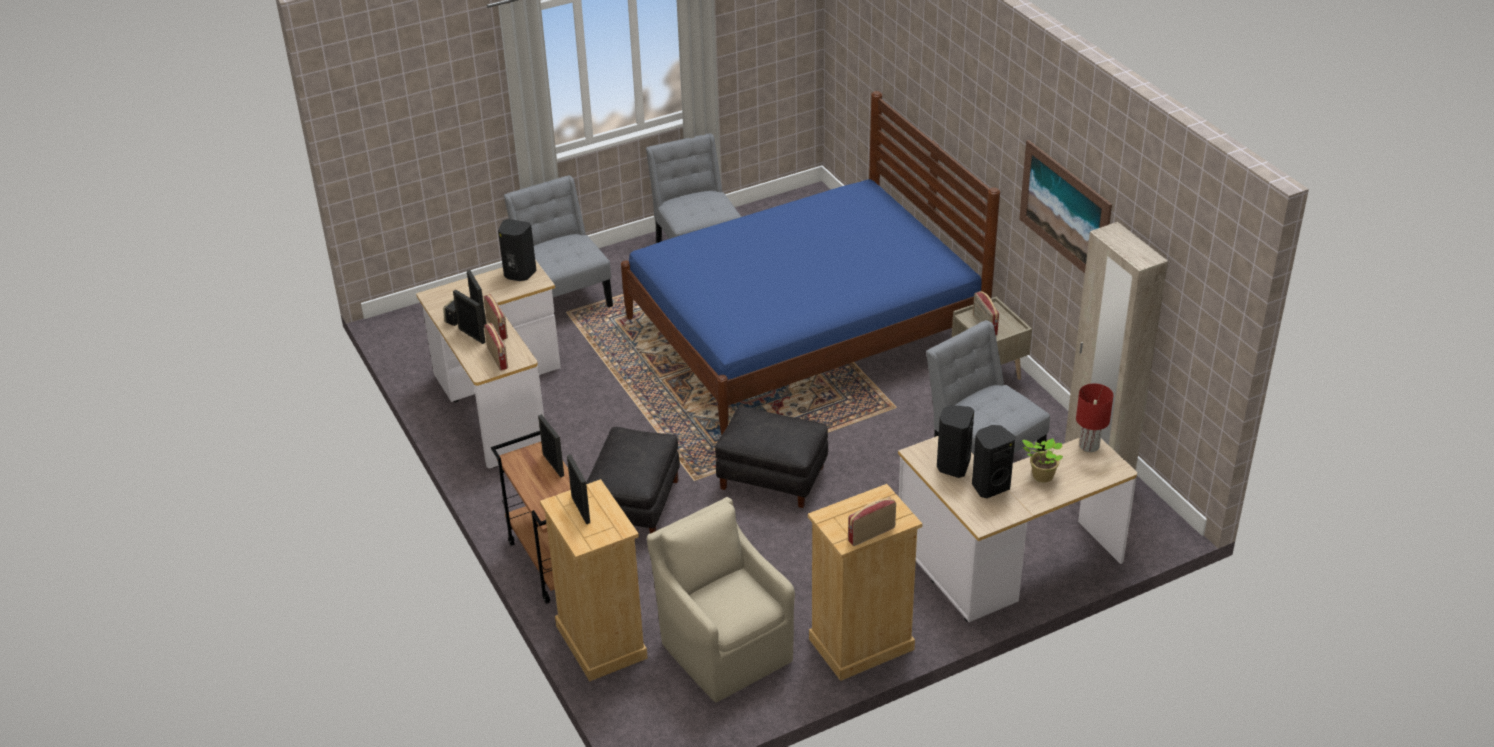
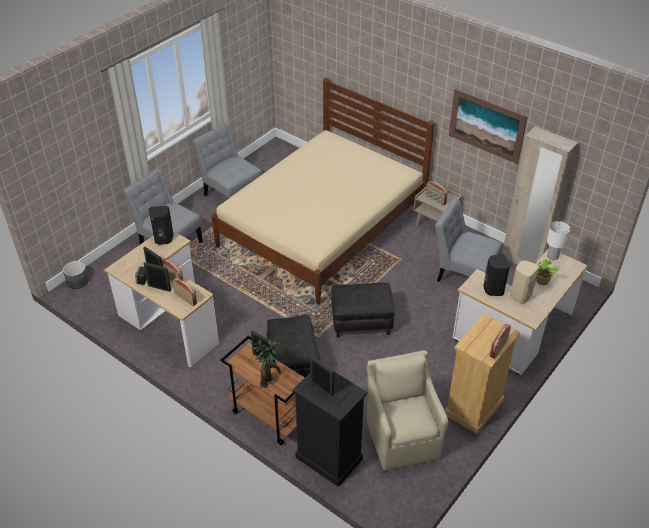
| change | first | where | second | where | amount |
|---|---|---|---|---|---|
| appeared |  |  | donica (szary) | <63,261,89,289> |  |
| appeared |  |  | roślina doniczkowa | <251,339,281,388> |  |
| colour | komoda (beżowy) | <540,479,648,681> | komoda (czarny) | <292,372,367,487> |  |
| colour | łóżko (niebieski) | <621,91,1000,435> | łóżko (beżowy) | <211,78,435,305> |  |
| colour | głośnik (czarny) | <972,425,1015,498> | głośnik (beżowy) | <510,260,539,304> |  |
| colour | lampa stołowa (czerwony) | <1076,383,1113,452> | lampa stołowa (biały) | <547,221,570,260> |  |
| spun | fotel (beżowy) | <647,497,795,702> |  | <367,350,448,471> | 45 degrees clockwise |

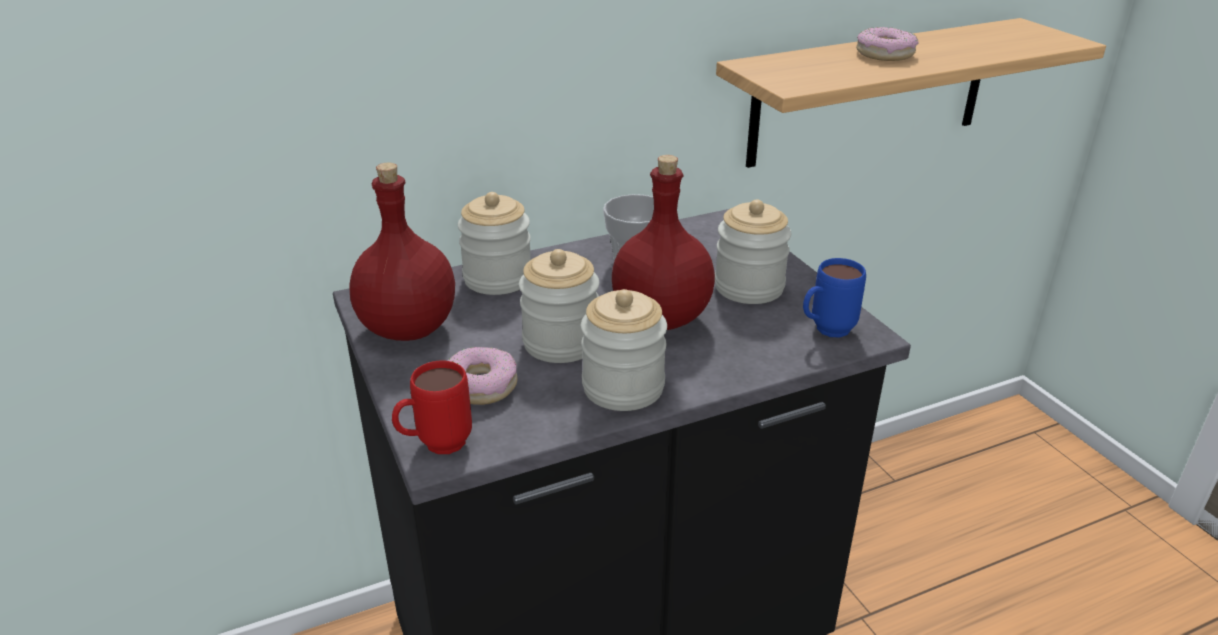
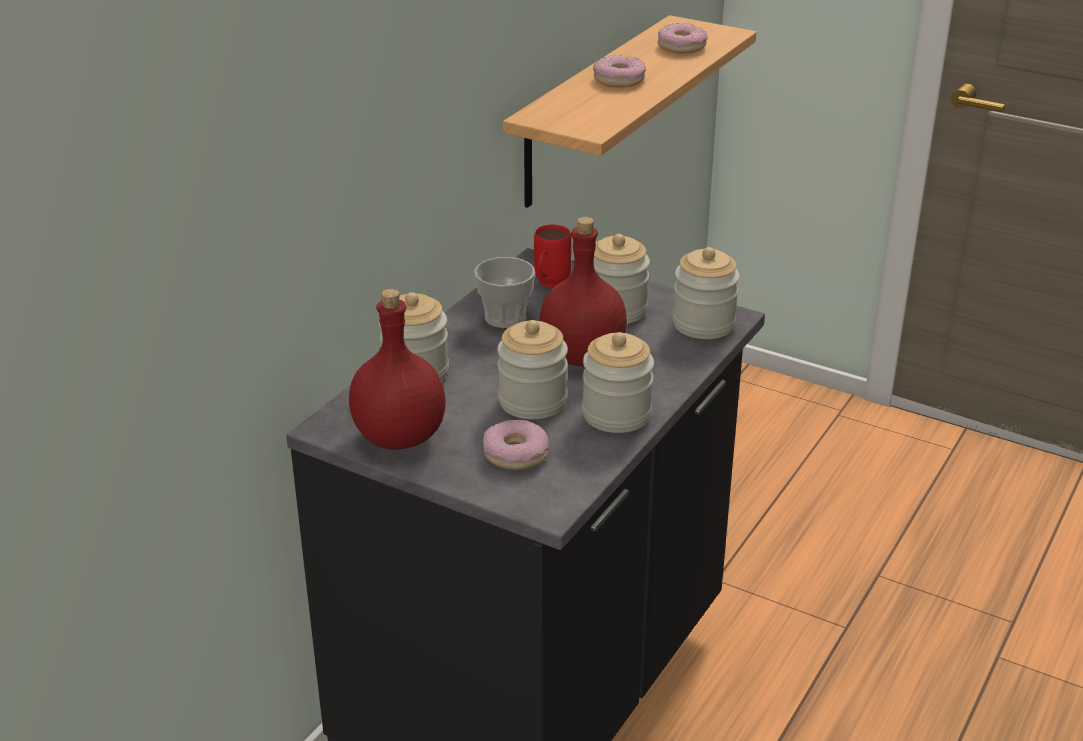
| change | first | where | second | where | amount |
|---|---|---|---|---|---|
| appeared |  |  | donut | <658,23,708,54> |  |
| relocated | kubek (czerwony) | <392,361,472,454> |  | <534,225,571,288> |  |
| exchanged | kubek (niebieski) | <803,258,866,338> | słoik | <673,247,740,339> |  |

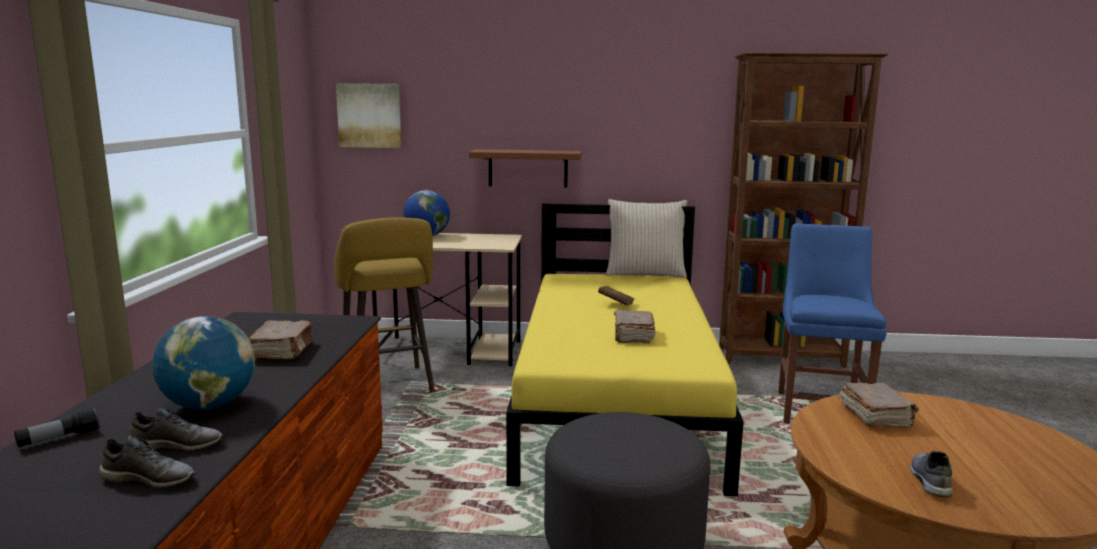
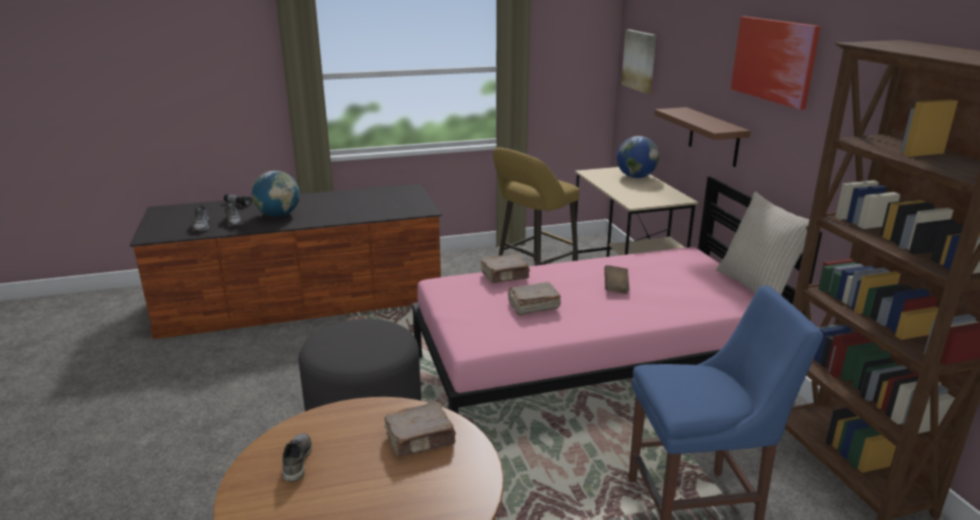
| change | first | where | second | where | amount |
|---|---|---|---|---|---|
| appeared |  |  | obraz | <731,16,821,110> |  |
| relocated | książka (brązowy) | <249,320,313,360> |  | <481,253,530,283> |  |
| colour | łóżko (żółty) | <506,203,744,496> | łóżko (różowy) | <412,176,822,414> |  |
| spun | but (szary) | <910,451,953,497> |  | <282,433,312,482> | 90 degrees counterclockwise |

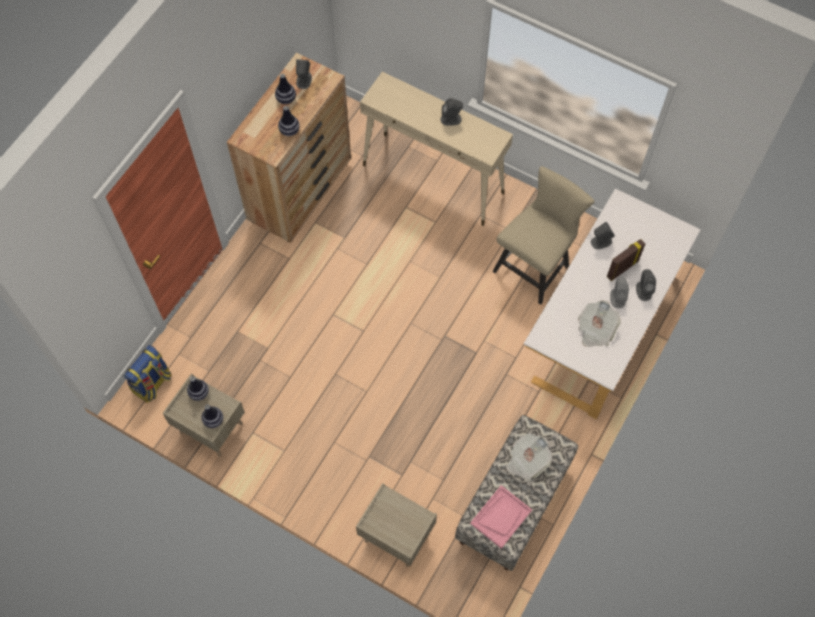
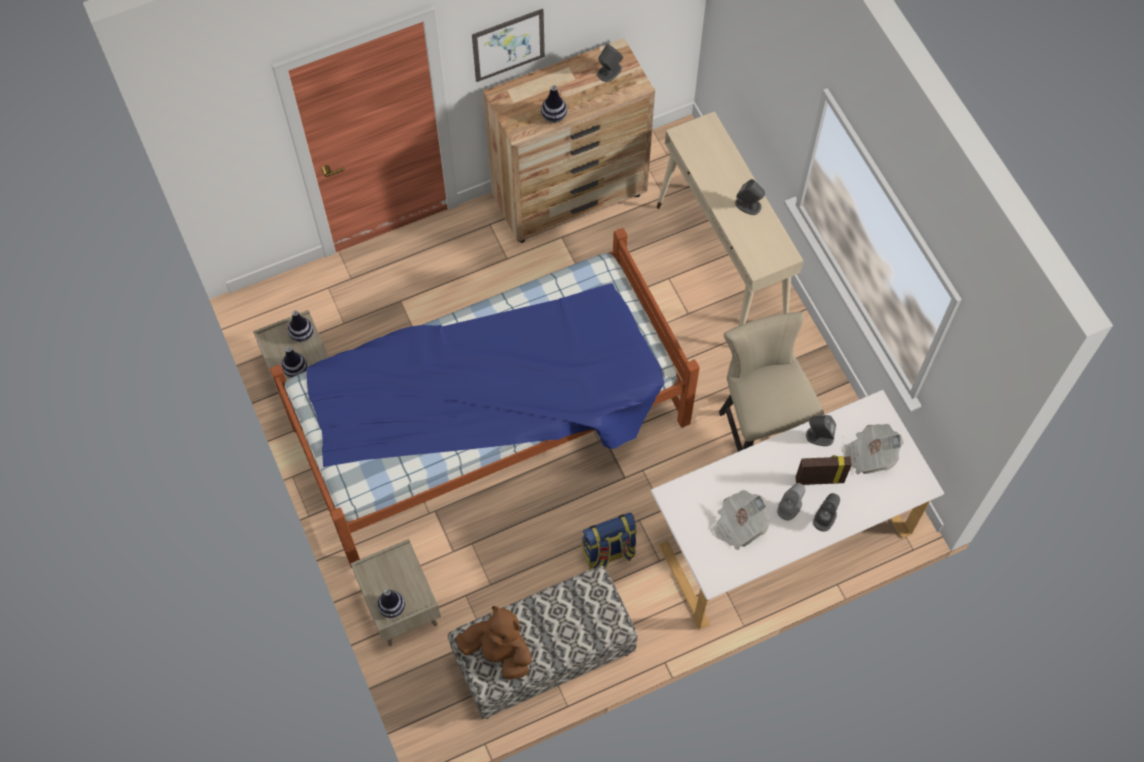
| change | first | where | second | where | amount |
|---|---|---|---|---|---|
| appeared |  |  | łóżko | <270,228,700,568> |  |
| appeared |  |  | obraz | <472,9,545,82> |  |
| relocated | plecak | <124,345,171,403> |  | <581,513,637,569> |  |
| relocated | wazon | <275,74,296,104> |  | <377,589,405,618> |  |
| relocated | gazeta | <506,433,552,481> |  | <842,424,904,474> |  |
| exchanged | taca (różowy) | <470,485,532,549> | pluszak (brązowy) | <456,606,532,680> |  |
| spun | krzesło (beżowy) | <492,166,595,305> |  | <719,312,824,452> | 90 degrees counterclockwise |

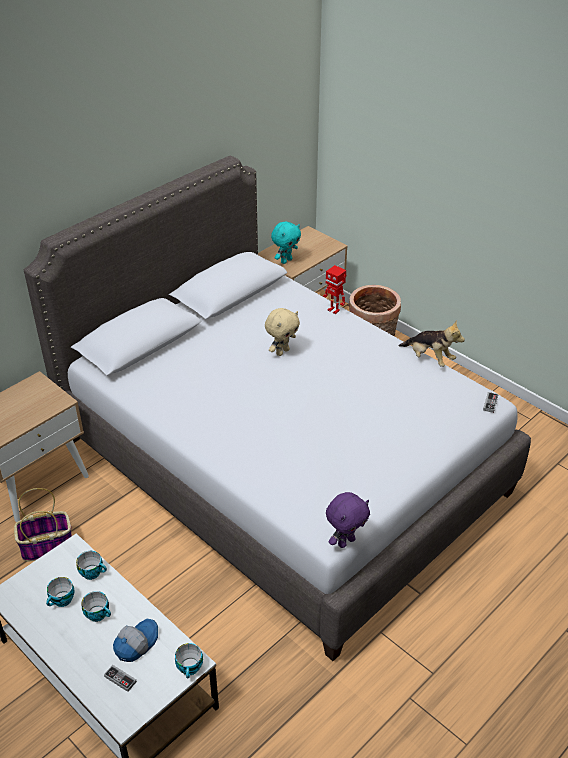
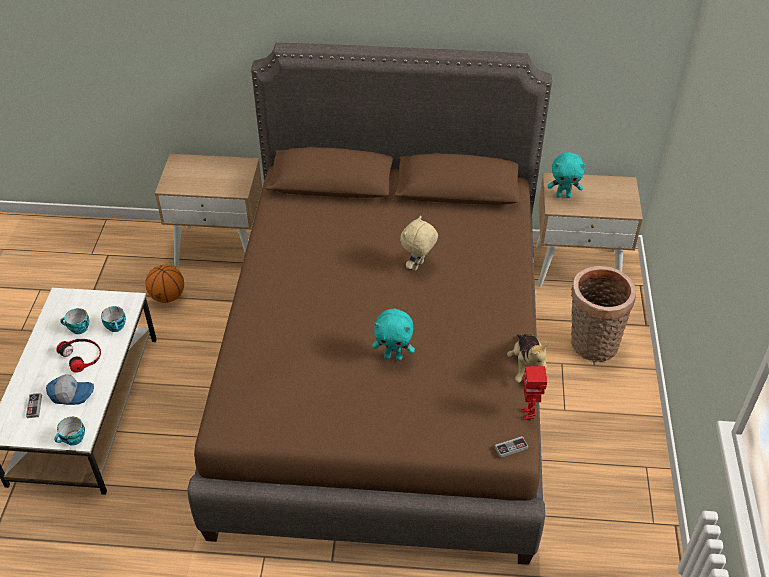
| change | first | where | second | where | amount |
|---|---|---|---|---|---|
| missing | pluszak (fioletowy) | <326,492,370,548> |  |  |  |
| appeared |  |  | pluszak (turkusowy) | <372,309,415,360> |  |
| relocated | robot zabawkowy | <323,265,346,315> |  | <522,366,547,420> |  |
| exchanged | koszyk | <14,488,72,561> | piłka do koszykówki | <145,265,184,303> |  |
| exchanged | filiżanka | <81,591,111,622> | słuchawki | <56,339,101,373> |  |
| colour | łóżko (szary) | <24,155,531,661> | łóżko (brązowy) | <187,43,552,565> |  |
| spun | pluszak (beżowy) | <265,308,300,356> |  | <400,216,438,271> | 120 degrees clockwise |

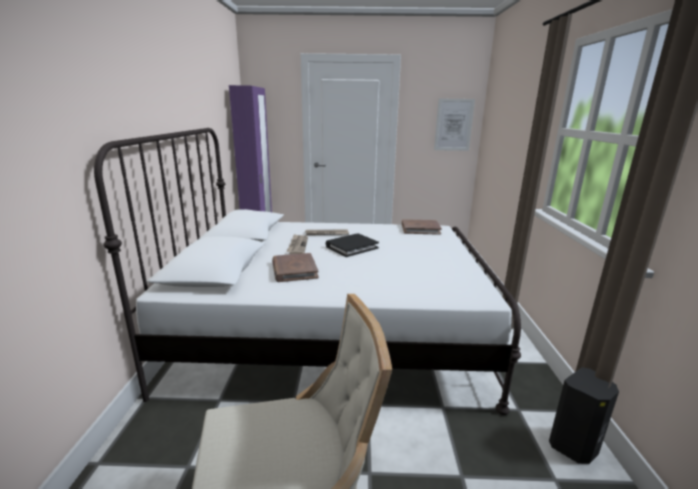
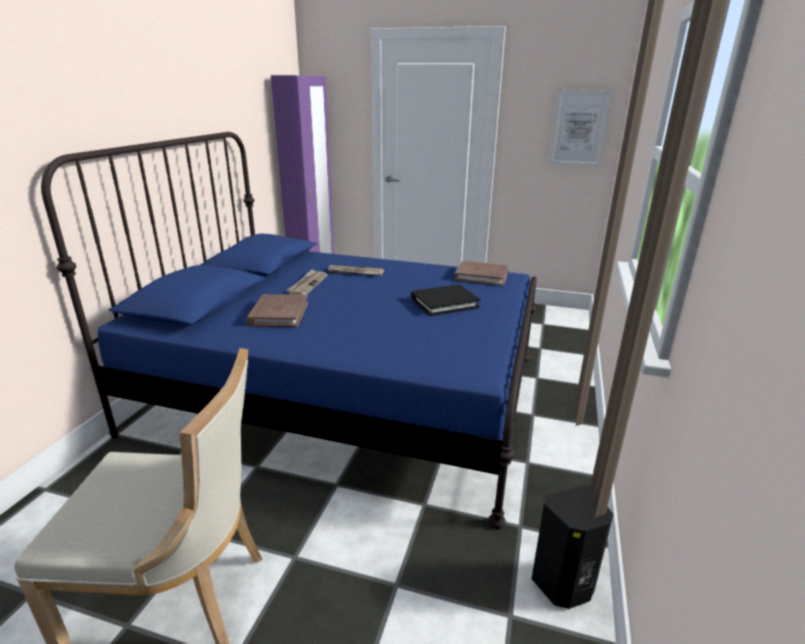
| change | first | where | second | where | amount |
|---|---|---|---|---|---|
| relocated | książka (czarny) | <326,234,379,257> |  | <411,284,480,316> |  |
| colour | łóżko (biały) | <94,128,521,415> | łóżko (niebieski) | <41,132,537,529> |  |

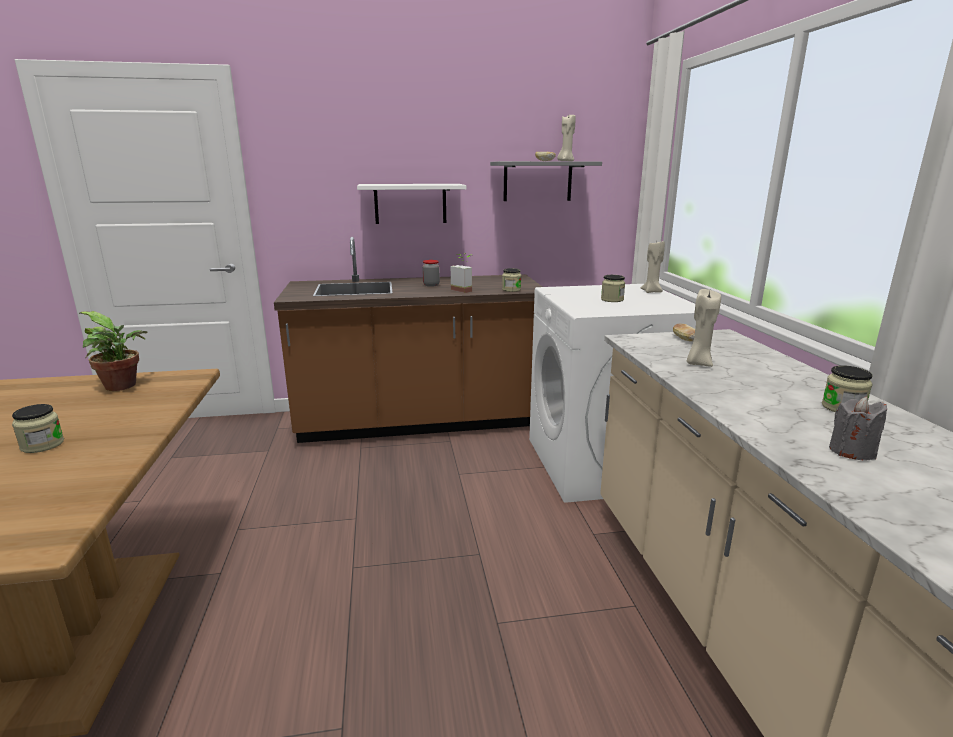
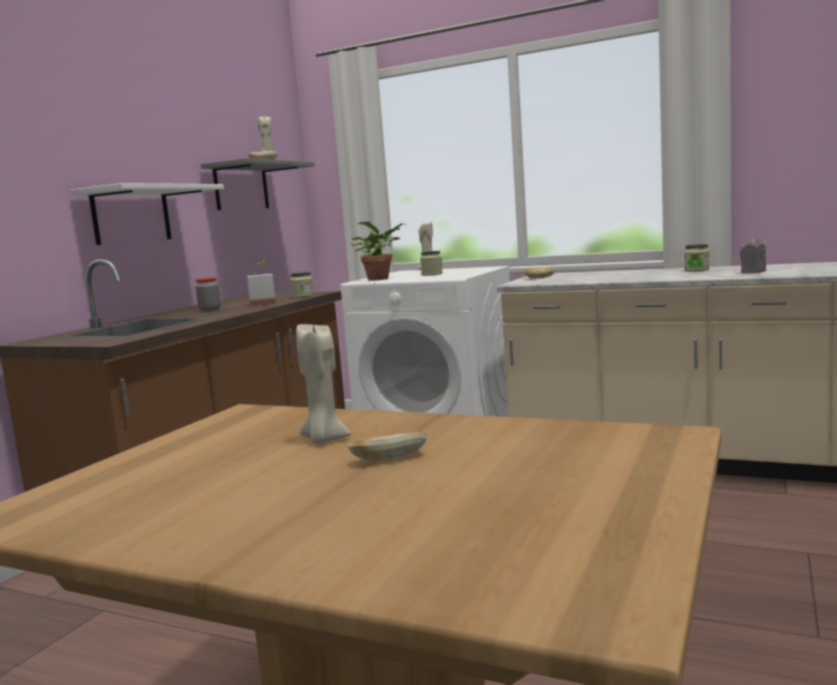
| change | first | where | second | where | amount |
|---|---|---|---|---|---|
| relocated | roślina doniczkowa | <79,311,147,391> |  | <351,221,406,281> |  |
| relocated | świeca (beżowy) | <687,289,721,367> |  | <296,322,352,444> |  |
| exchanged | słoik | <12,404,64,453> | chleb | <348,430,427,460> |  |

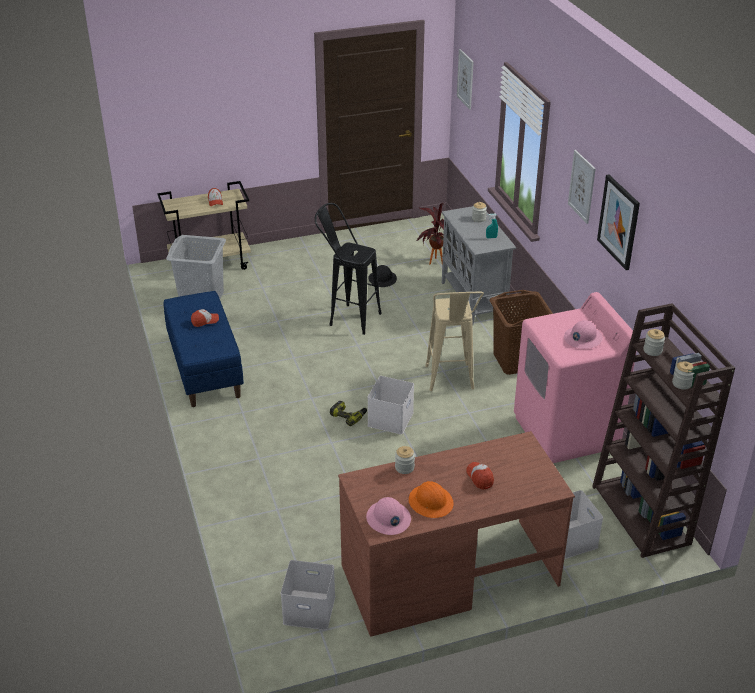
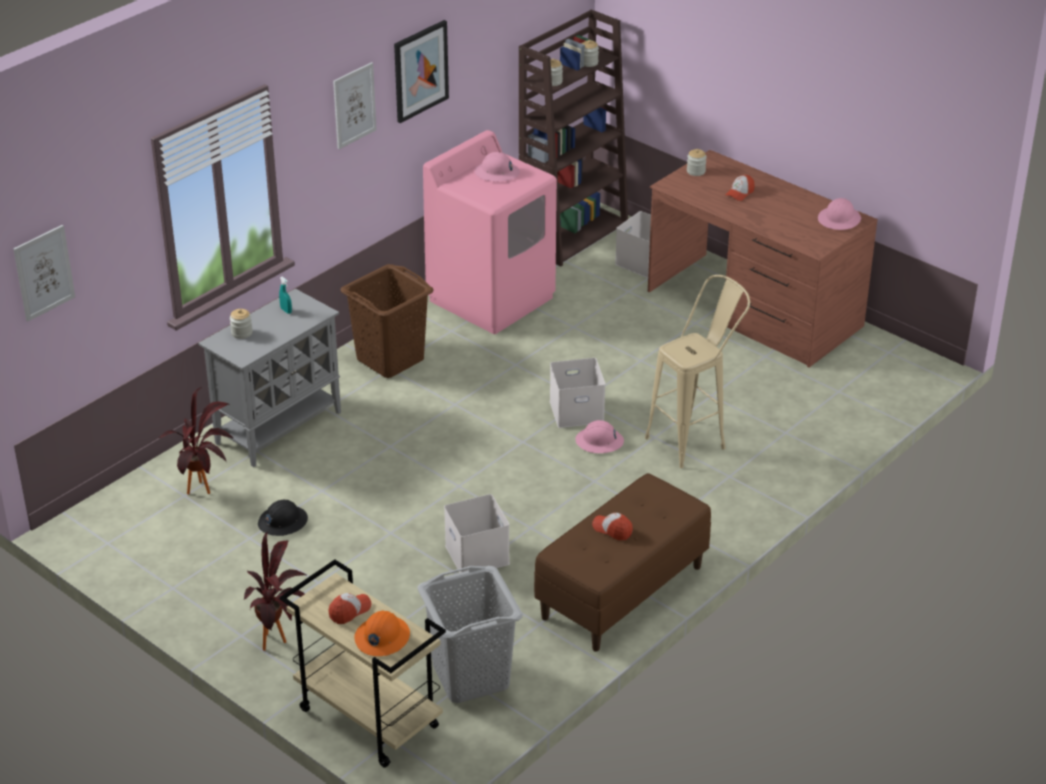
| change | first | where | second | where | amount |
|---|---|---|---|---|---|
| missing | stołek (czarny) | <315,203,382,335> |  |  |  |
| appeared |  |  | roślina doniczkowa | <243,532,308,651> |  |
| relocated | pojemnik do przechowywania (biały) | <281,560,335,630> |  | <444,494,510,573> |  |
| relocated | słoik | <395,446,415,474> |  | <687,149,707,176> |  |
| relocated | kask (pomarańczowy) | <409,481,454,518> |  | <355,611,410,656> |  |
| relocated | stołek (beżowy) | <425,291,484,391> |  | <645,275,750,468> |  |
| exchanged | wiertarka | <330,401,367,426> | kask (różowy) | <576,420,624,453> |  |
| colour | ławka (niebieski) | <164,291,244,407> | ławka (brązowy) | <534,473,711,652> |  |

